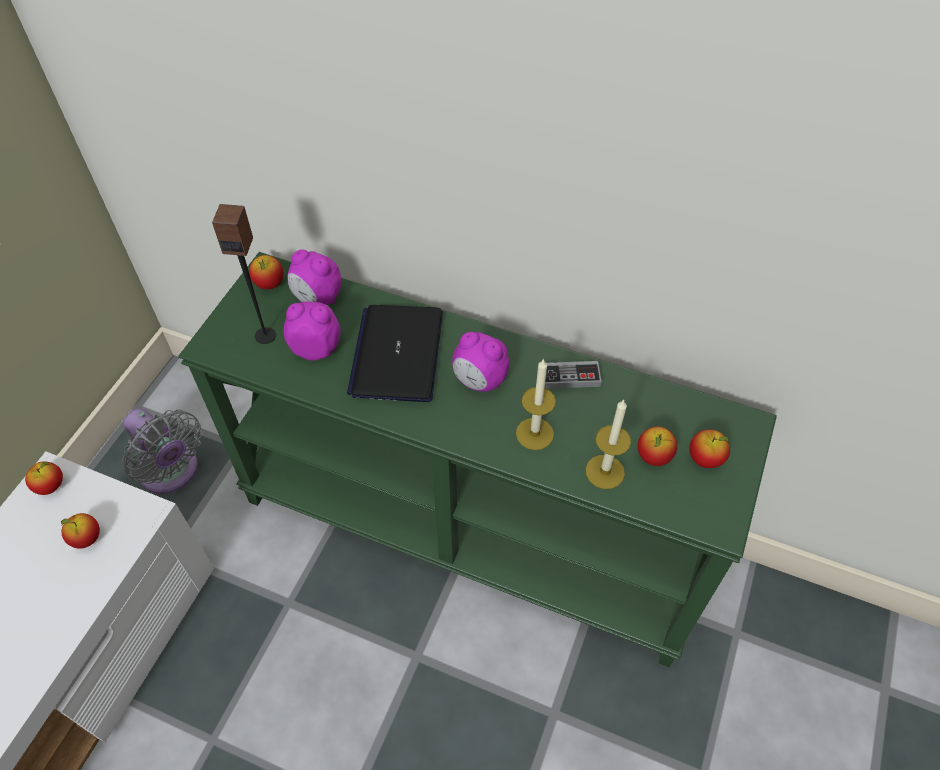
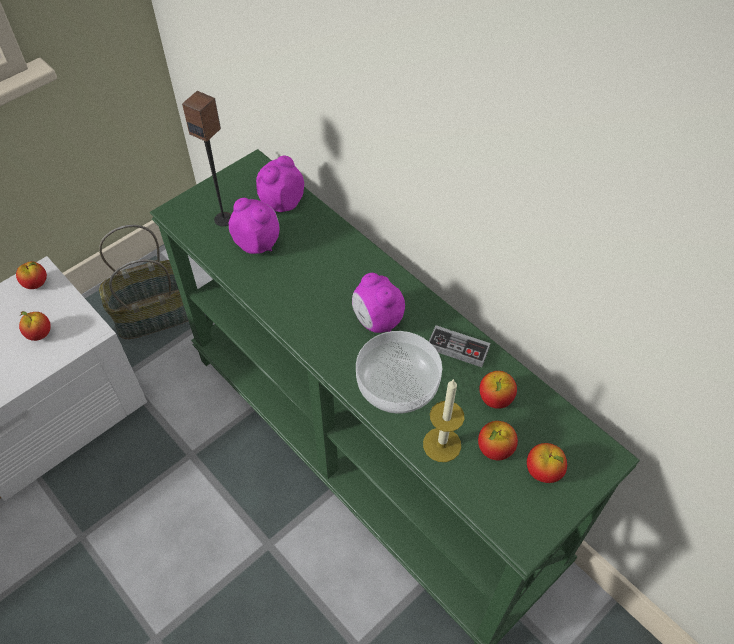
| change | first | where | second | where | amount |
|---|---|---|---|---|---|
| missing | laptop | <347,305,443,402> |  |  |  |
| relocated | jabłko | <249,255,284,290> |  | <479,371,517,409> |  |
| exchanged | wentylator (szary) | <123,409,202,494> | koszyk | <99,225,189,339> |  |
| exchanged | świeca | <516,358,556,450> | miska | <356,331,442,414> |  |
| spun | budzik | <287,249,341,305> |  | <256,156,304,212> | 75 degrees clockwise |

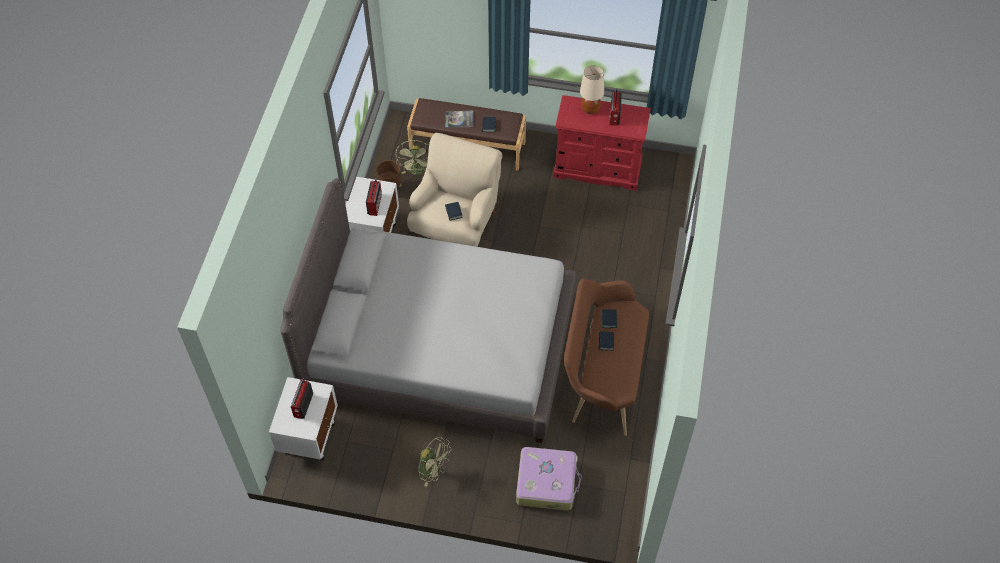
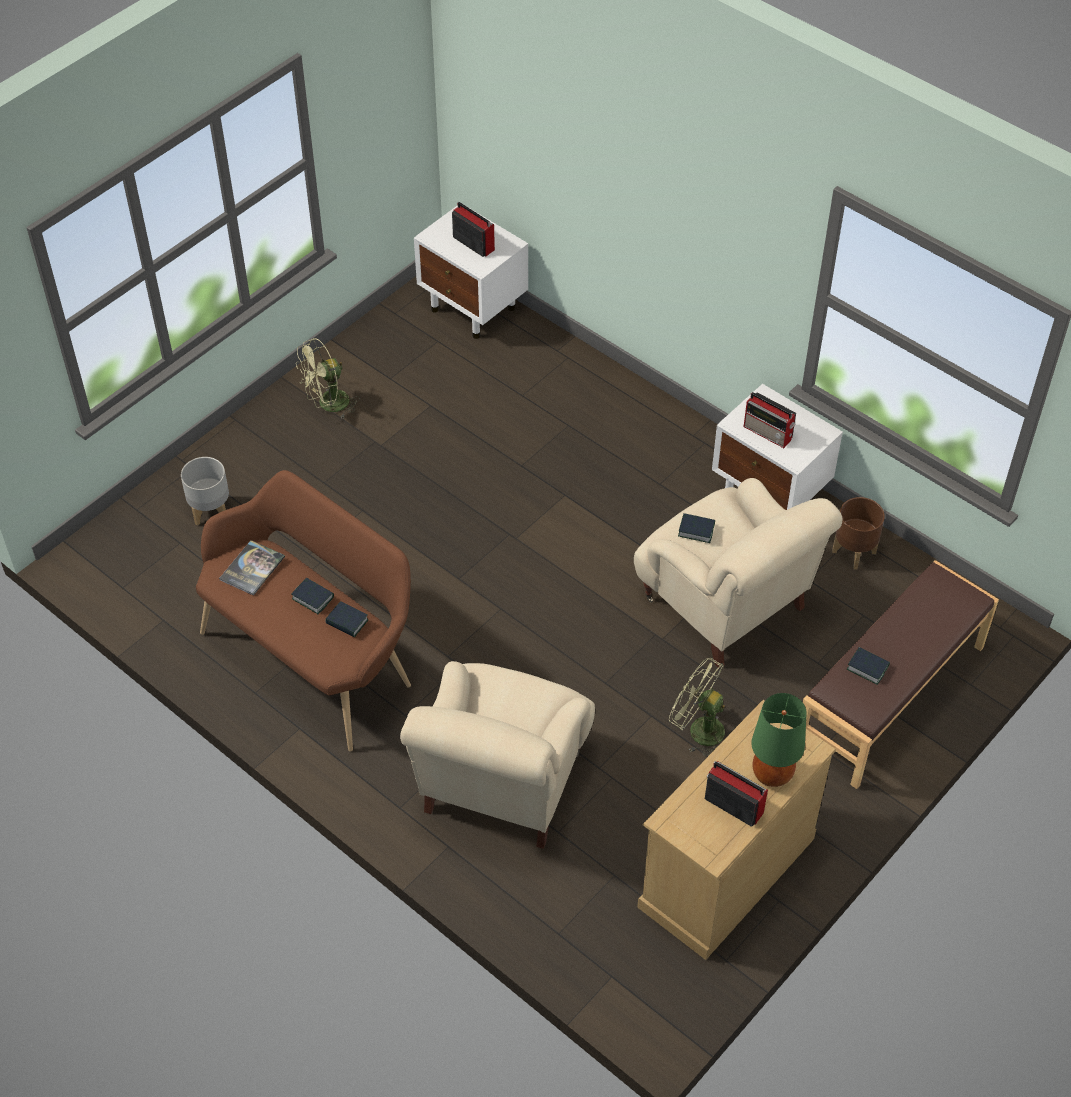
| change | first | where | second | where | amount |
|---|---|---|---|---|---|
| missing | łóżko (szary) | <280,178,576,443> |  |  |  |
| appeared |  |  | fotel (beżowy) | <400,661,595,849> |  |
| relocated | wentylator (zielony) | <396,140,429,175> |  | <669,658,725,757> |  |
| relocated | książka | <445,111,474,128> |  | <219,540,285,596> |  |
| exchanged | walizka | <516,447,582,511> | donica (szary) | <181,457,229,526> |  |
| colour | komoda (czerwony) | <553,95,651,191> | komoda (beżowy) | <637,700,836,960> |  |
| colour | lampa stołowa (beżowy) | <580,65,604,114> | lampa stołowa (zielony) | <752,693,807,787> |  |

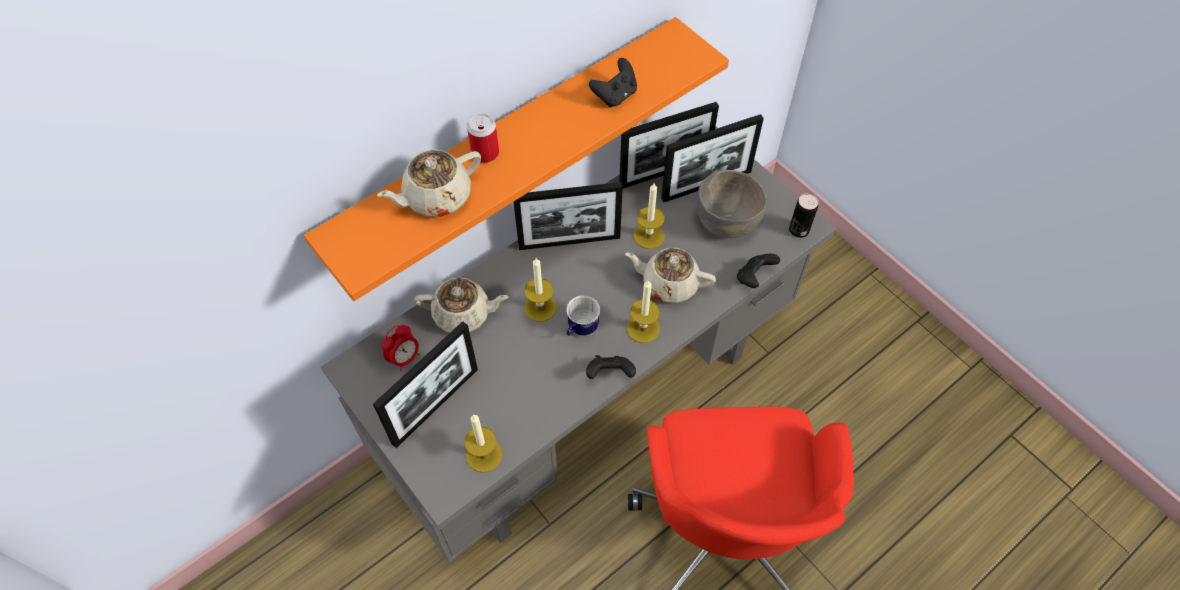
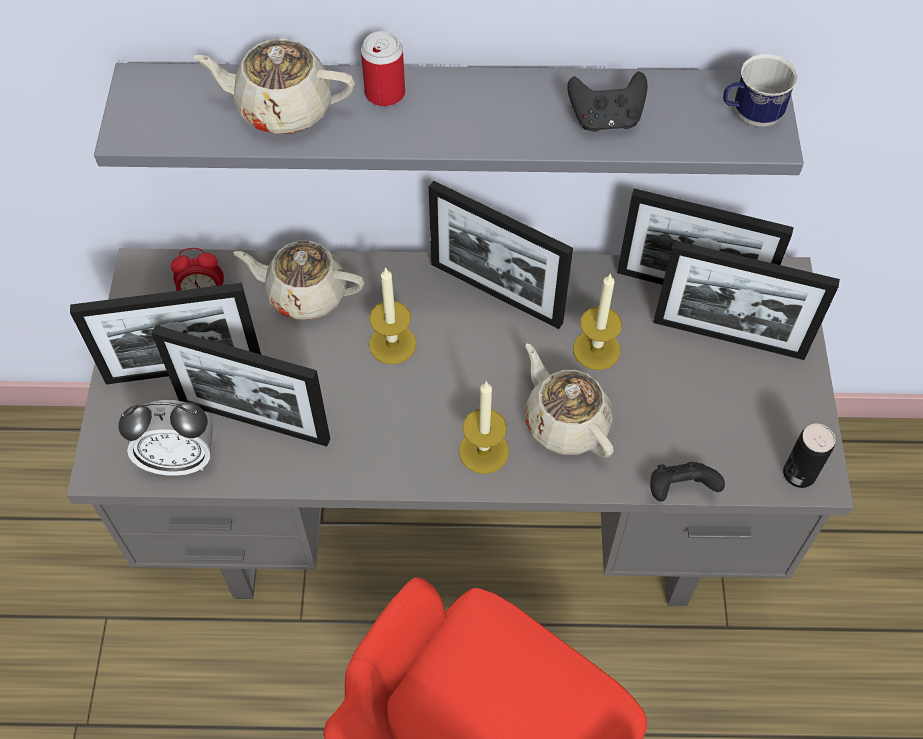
| change | first | where | second | where | amount |
|---|---|---|---|---|---|
| missing | pad do gier (czarny) | <586,355,636,379> |  |  |  |
| missing | miska (szary) | <697,170,767,238> |  |  |  |
| appeared |  |  | ramka na zdjęcie | <151,325,330,447> |  |
| relocated | kubek | <567,295,600,336> |  | <723,54,798,127> |  |
| exchanged | świeca | <465,414,502,473> | budzik | <118,400,213,476> |  |
| colour | półka (pomarańczowy) | <303,17,729,301> | półka (szary) | <94,63,804,175> |  |
| spun | imbryk (beżowy) | <414,277,508,333> |  | <233,241,364,319> | 150 degrees clockwise |

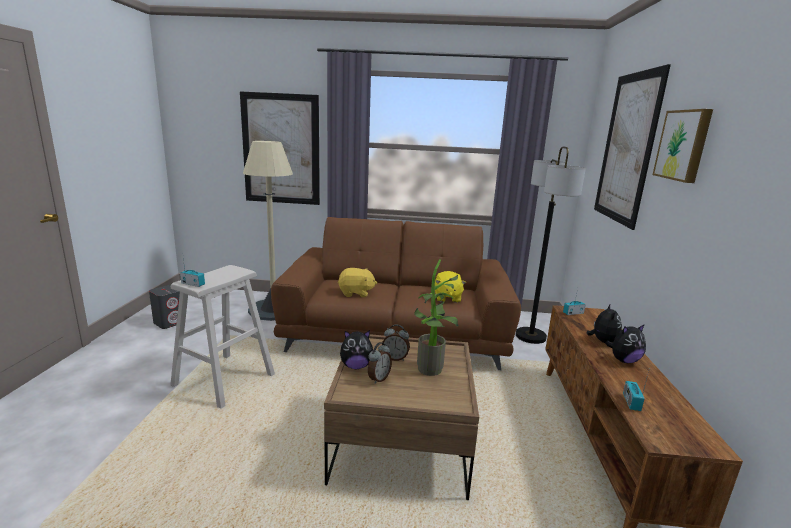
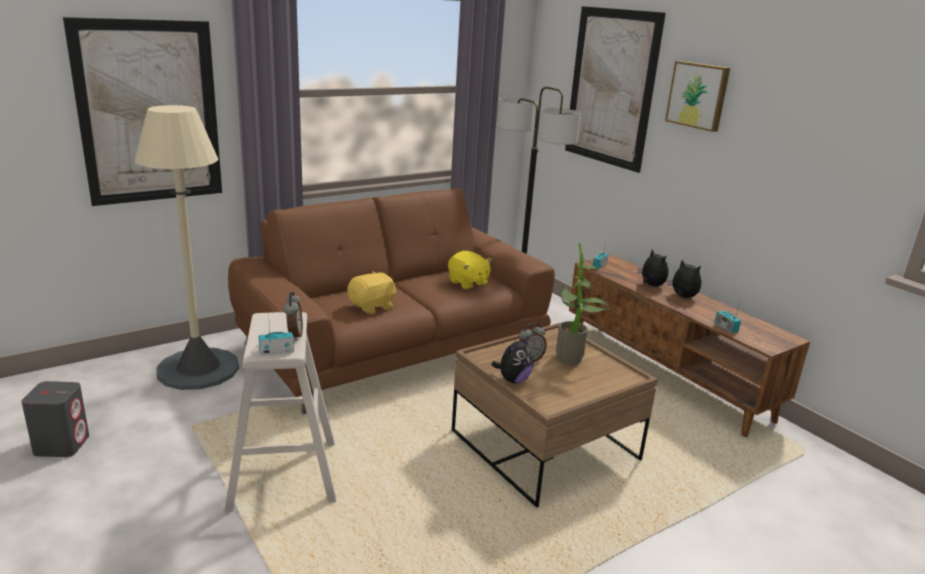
| change | first | where | second | where | amount |
|---|---|---|---|---|---|
| relocated | budzik | <368,342,392,384> |  | <284,292,303,341> |  |
| spun | pluszak | <605,324,646,363> |  | <667,260,701,298> | 75 degrees counterclockwise |

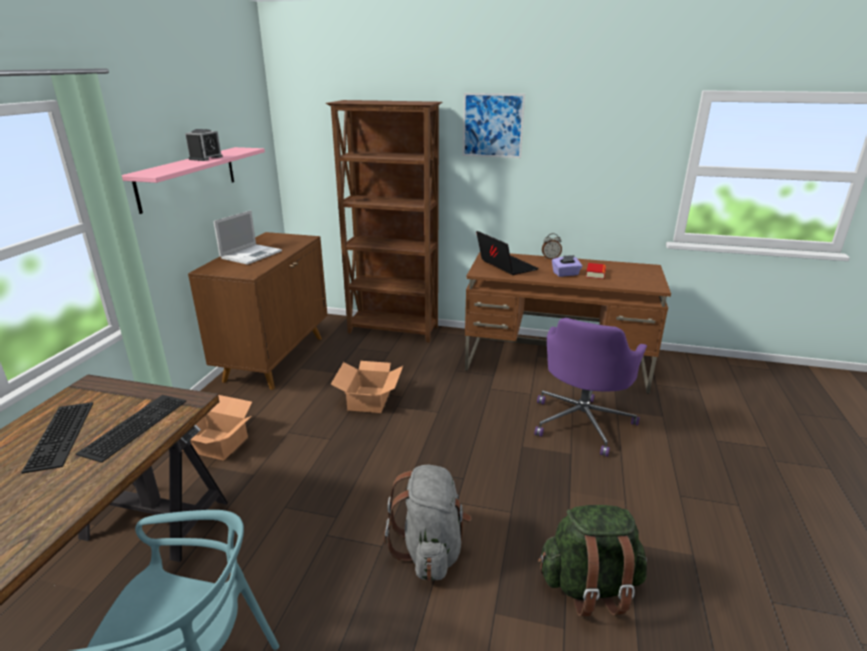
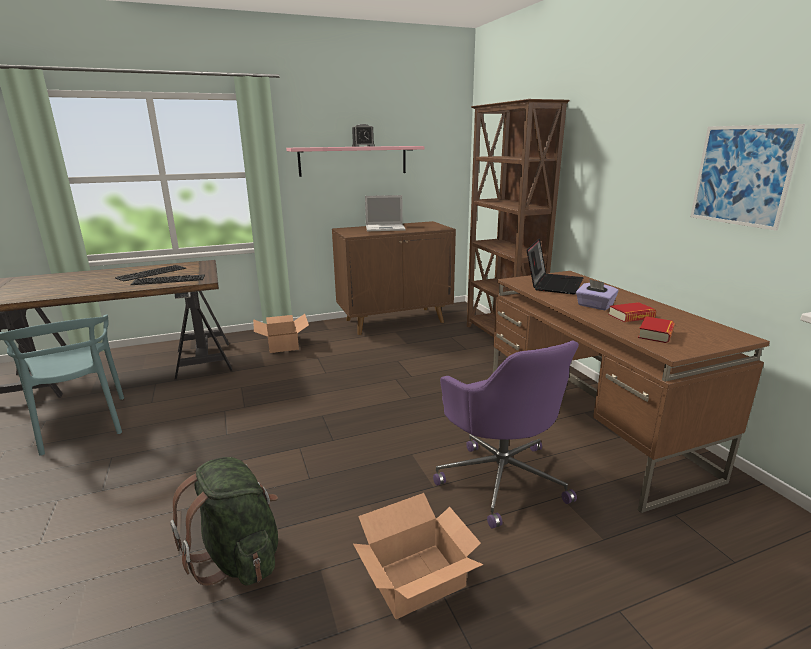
| change | first | where | second | where | amount |
|---|---|---|---|---|---|
| missing | plecak (szary) | <384,465,472,581> |  |  |  |
| missing | budzik | <542,233,562,259> |  |  |  |
| appeared |  |  | książka | <638,317,675,343> |  |
| relocated | karton | <331,361,403,413> |  | <353,493,483,619> |  |
| relocated | obraz | <462,93,525,158> |  | <690,124,805,231> |  |
| spun | krzesło biurowe (fioletowy) | <534,318,647,457> |  | <433,340,579,529> | 105 degrees counterclockwise |

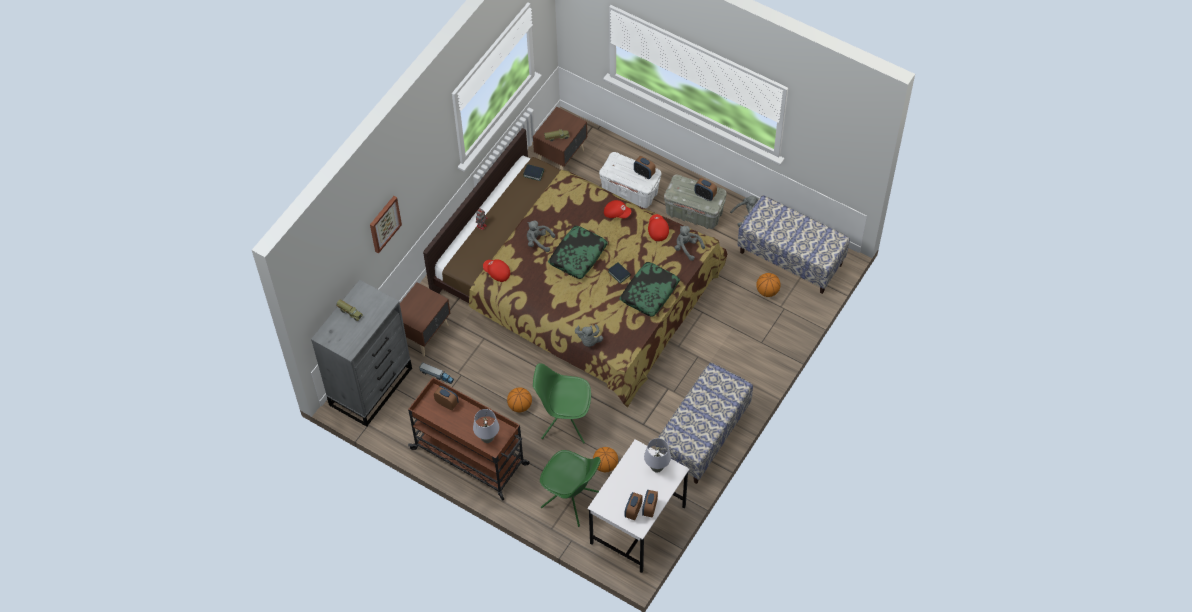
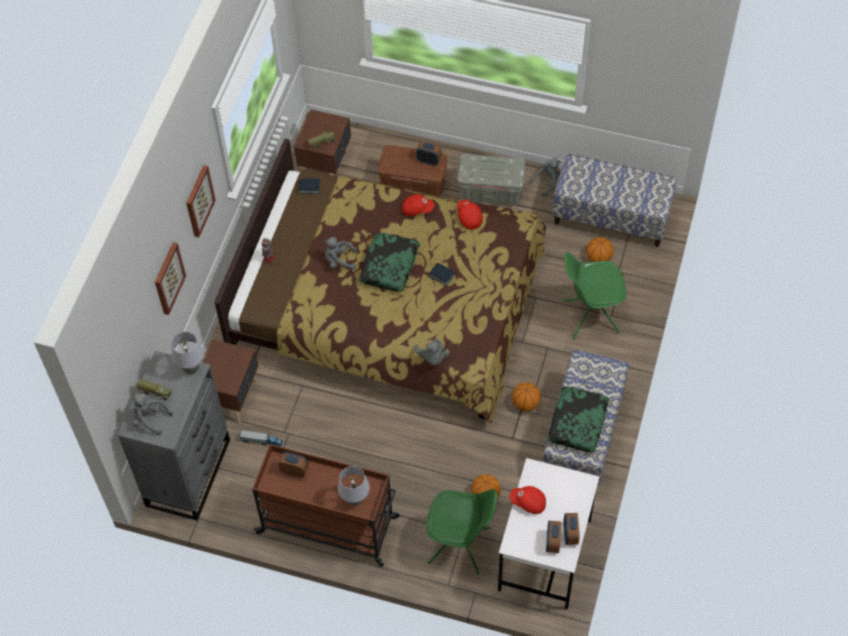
| change | first | where | second | where | amount |
|---|---|---|---|---|---|
| missing | budzik | <694,178,717,201> |  |  |  |
| appeared |  |  | obraz | <186,165,216,237> |  |
| relocated | czapka z daszkiem (czerwony) | <483,259,510,282> |  | <510,486,546,514> |  |
| relocated | piłka do koszykówki | <507,387,532,412> |  | <512,382,541,411> |  |
| relocated | krzesło (zielony) | <533,363,591,444> |  | <563,252,626,340> |  |
| relocated | poduszka | <619,262,680,317> |  | <547,386,609,452> |  |
| relocated | lampa stołowa (szary) | <644,438,671,473> |  | <171,332,204,374> |  |
| relocated | pluszak (szary) | <675,226,705,261> |  | <133,393,173,435> |  |
| colour | pojemnik do przechowywania (biały) | <599,152,661,208> | pojemnik do przechowywania (brązowy) | <378,145,447,197> |  |

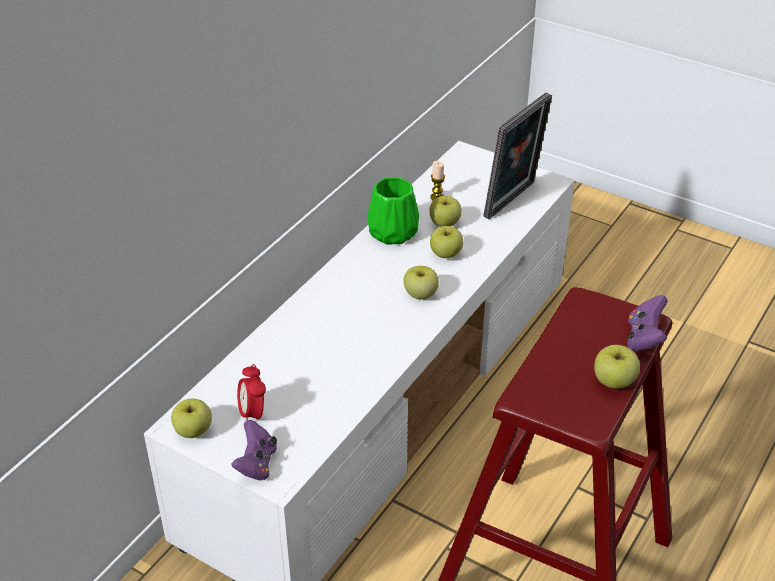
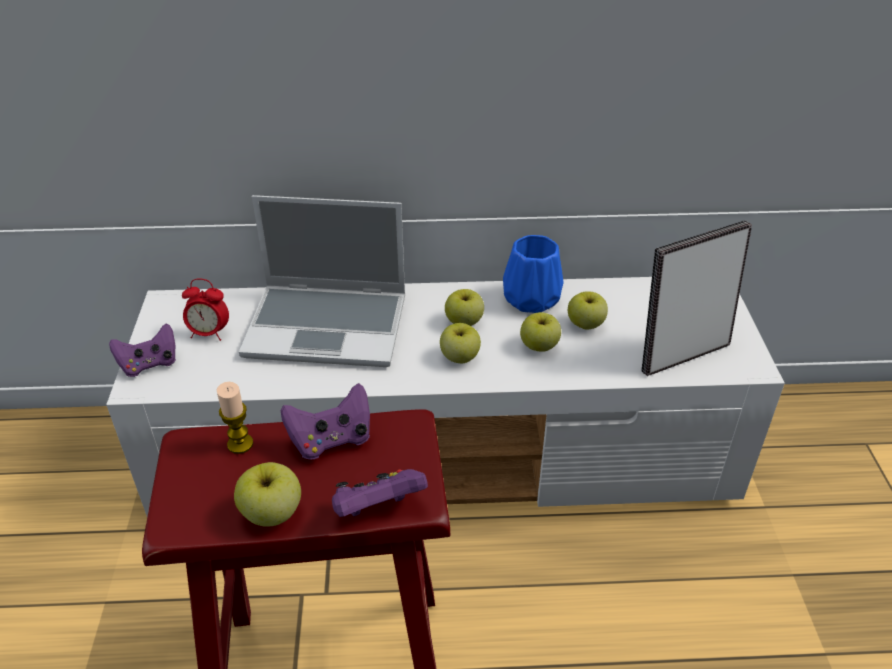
| change | first | where | second | where | amount |
|---|---|---|---|---|---|
| appeared |  |  | laptop | <239,195,405,367> |  |
| appeared |  |  | pad do gier (fioletowy) | <281,383,370,459> |  |
| relocated | jabłko | <171,398,212,438> |  | <445,289,484,326> |  |
| relocated | świeca | <430,161,445,201> |  | <217,382,253,454> |  |
| colour | wazon (zielony) | <367,177,419,244> | wazon (niebieski) | <503,235,563,313> |  |
| spun | budzik | <237,364,266,421> |  | <182,279,229,341> | 120 degrees counterclockwise |
| spun | ramka na zdjęcie | <483,93,552,219> |  | <642,220,752,376> | 150 degrees clockwise |

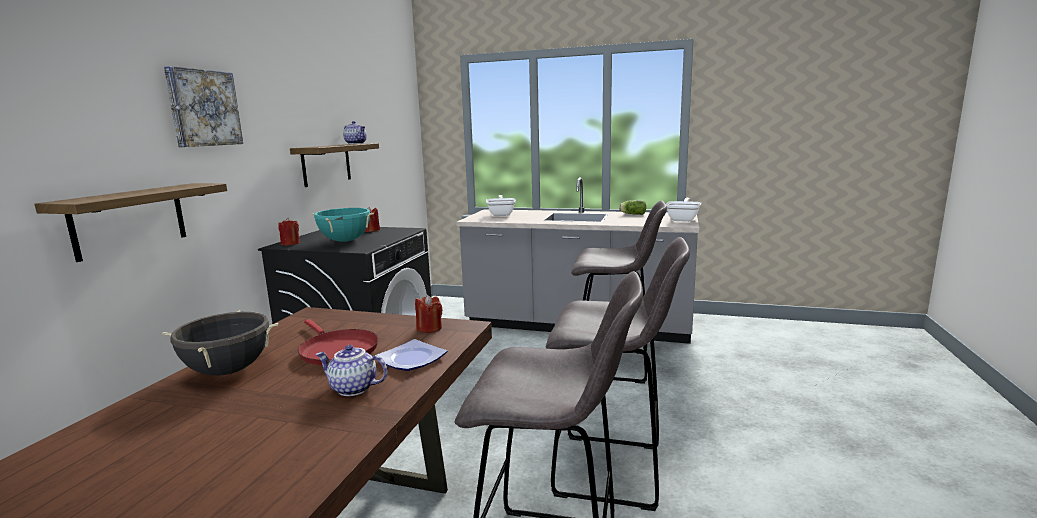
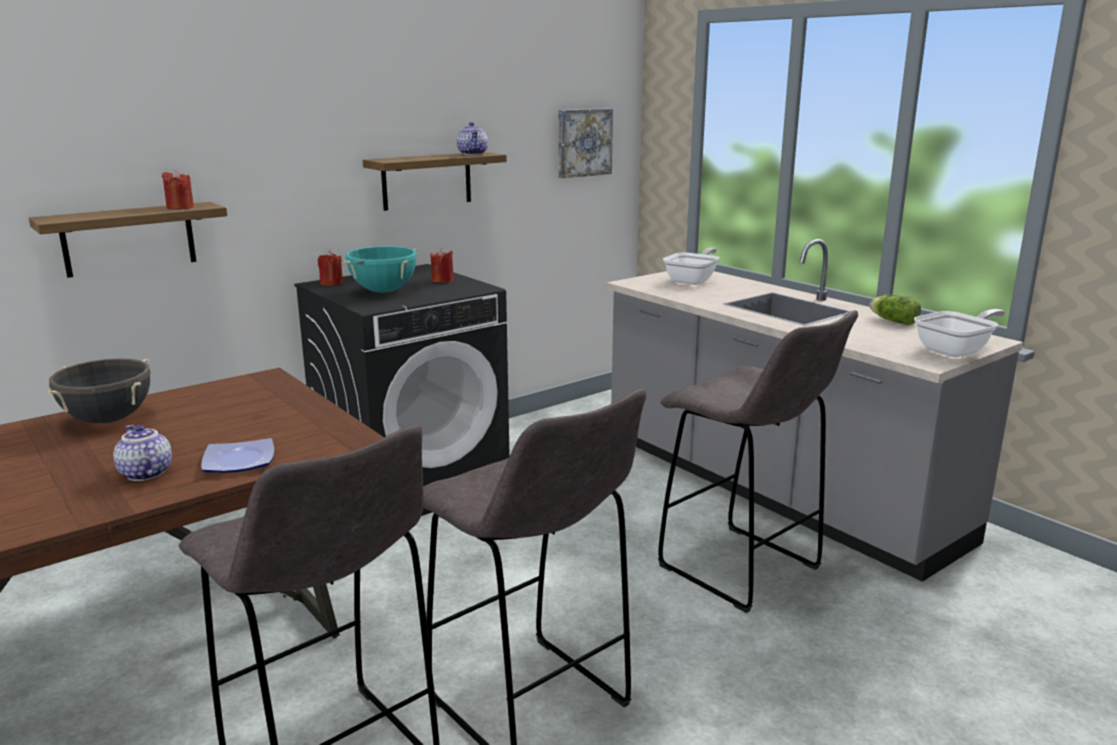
| change | first | where | second | where | amount |
|---|---|---|---|---|---|
| missing | patelnia (czerwony) | <298,319,378,365> |  |  |  |
| relocated | obraz | <164,66,243,147> |  | <558,108,613,178> |  |
| relocated | świeca (czerwony) | <415,295,443,333> |  | <162,169,194,210> |  |

